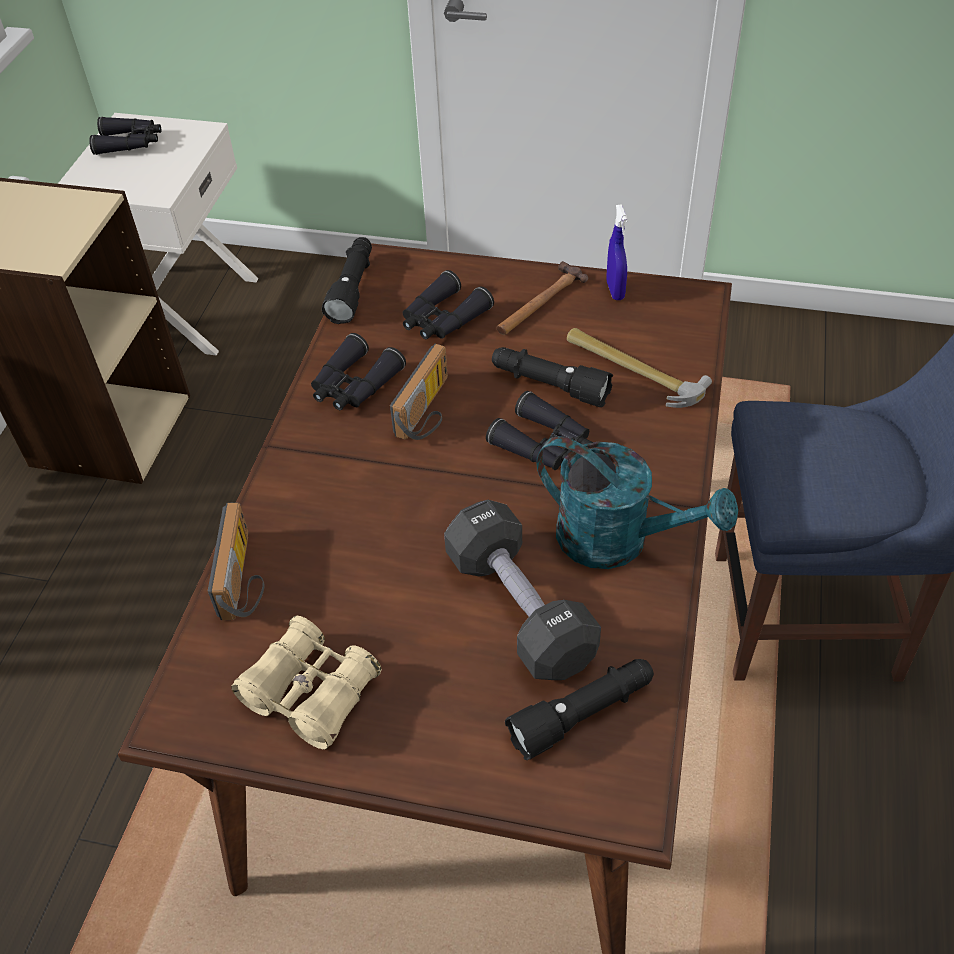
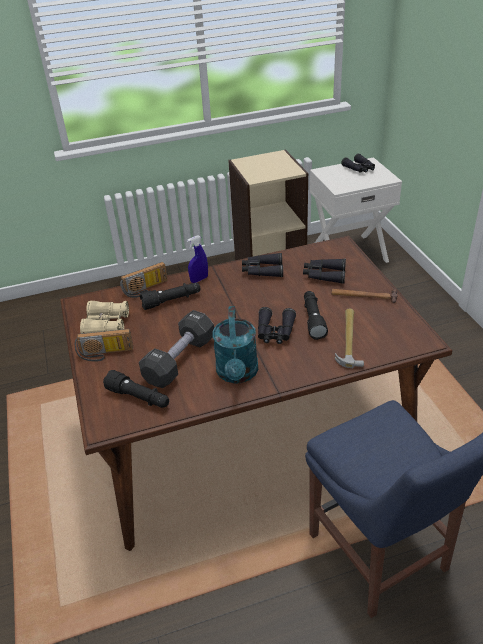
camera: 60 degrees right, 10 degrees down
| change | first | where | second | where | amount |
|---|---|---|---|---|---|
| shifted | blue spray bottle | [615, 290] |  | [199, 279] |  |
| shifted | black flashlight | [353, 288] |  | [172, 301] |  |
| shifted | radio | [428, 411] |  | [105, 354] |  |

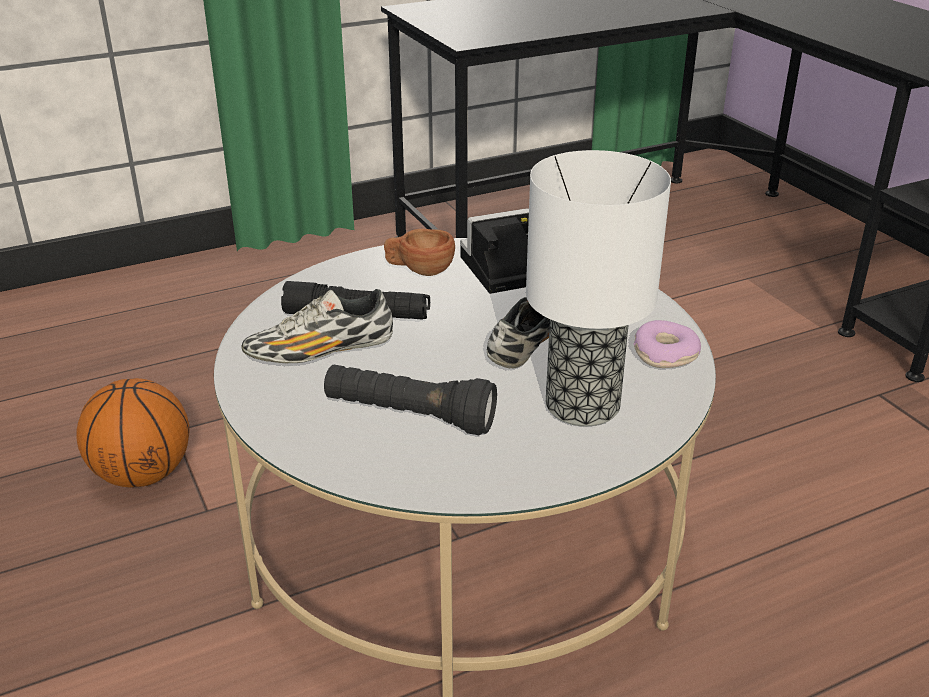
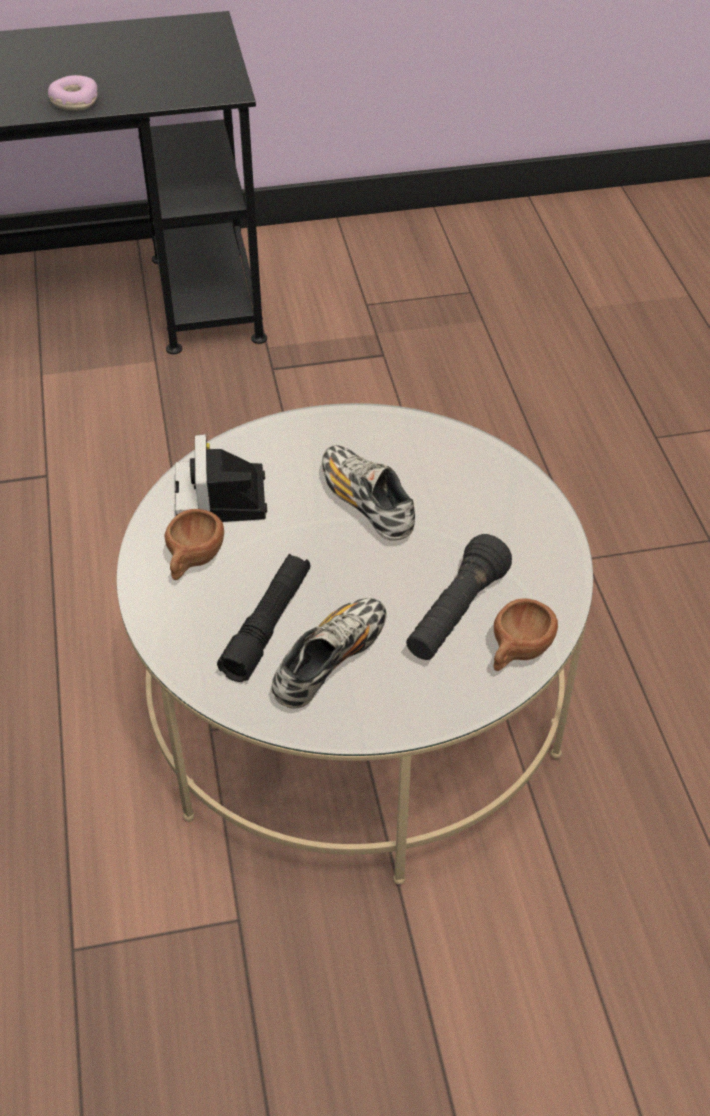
camera: 75 degrees left, 15 degrees up
| change | first | where | second | where | amount |
|---|---|---|---|---|---|
| gone | table lamp | [582, 406] |  |  |  |
| rotated | shoe | [321, 353] |  | [329, 662] | 135 degrees counterclockwise |
| shifted | donut | [665, 354] |  | [74, 101] |  |
| gone | basketball | [143, 474] |  |  |  |
| new |  |  | brown cup | [517, 653] |  |

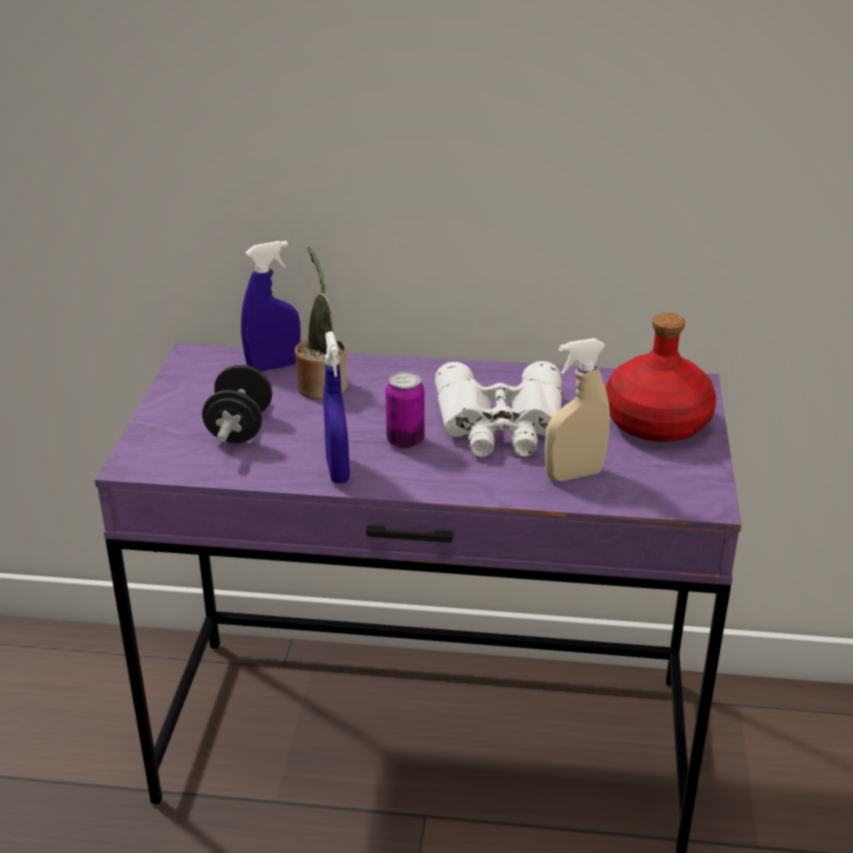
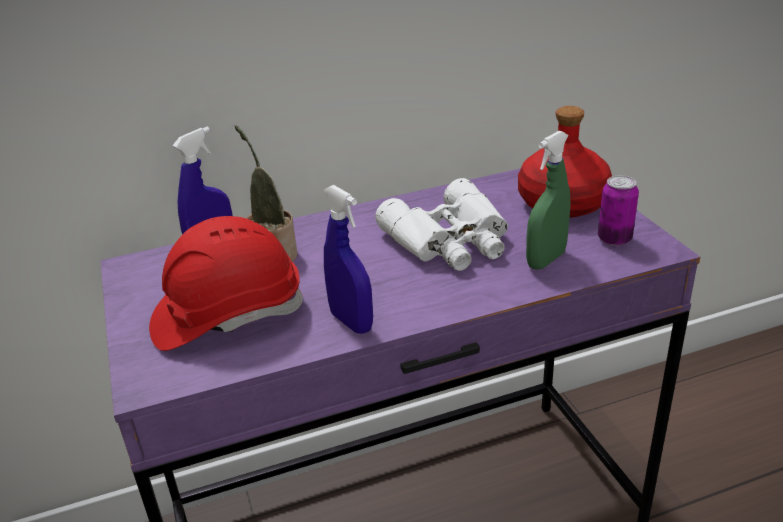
camera: 25 degrees left, 0 degrees up
| change | first | where | second | where | amount |
|---|---|---|---|---|---|
| repainted | beige spray bottle | [574, 474] | green spray bottle | [546, 260] |  |
| swapped | black dumbbell | [240, 428] | red hard hat | [227, 315] |  |
| shifted | can | [405, 441] |  | [614, 239] |  |

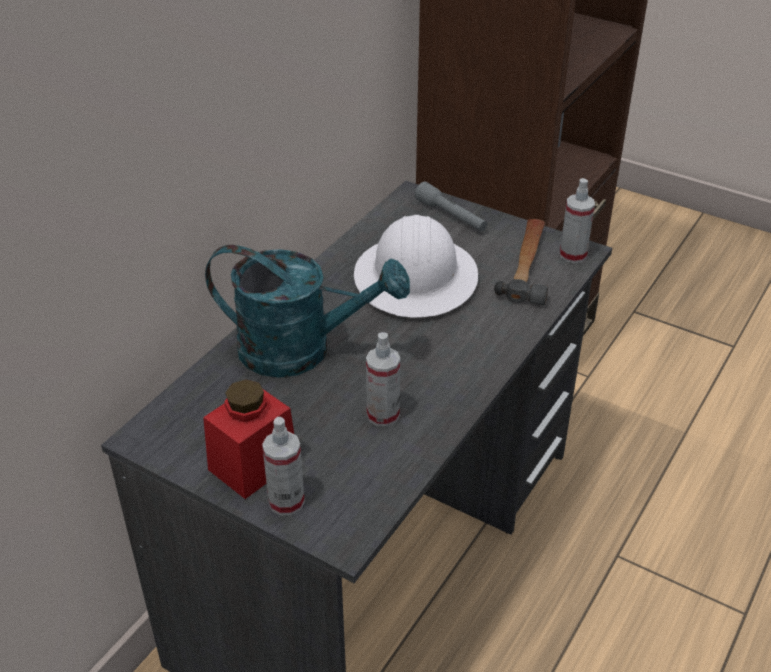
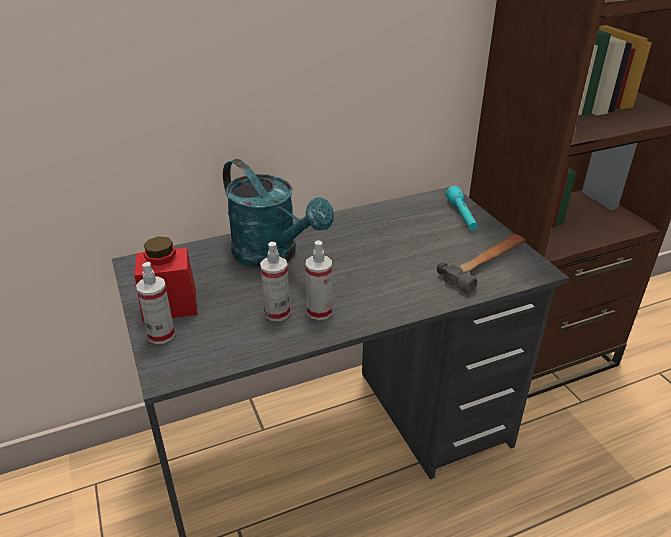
camera: 35 degrees right, 5 degrees down
| change | first | where | second | where | amount |
|---|---|---|---|---|---|
| shifted | spray bottle | [573, 255] |  | [319, 311] |  |
| repainted | grey flashlight | [451, 216] | turquoise flashlight | [461, 216] |  |
| gone | white hard hat | [416, 278] |  |  |  |

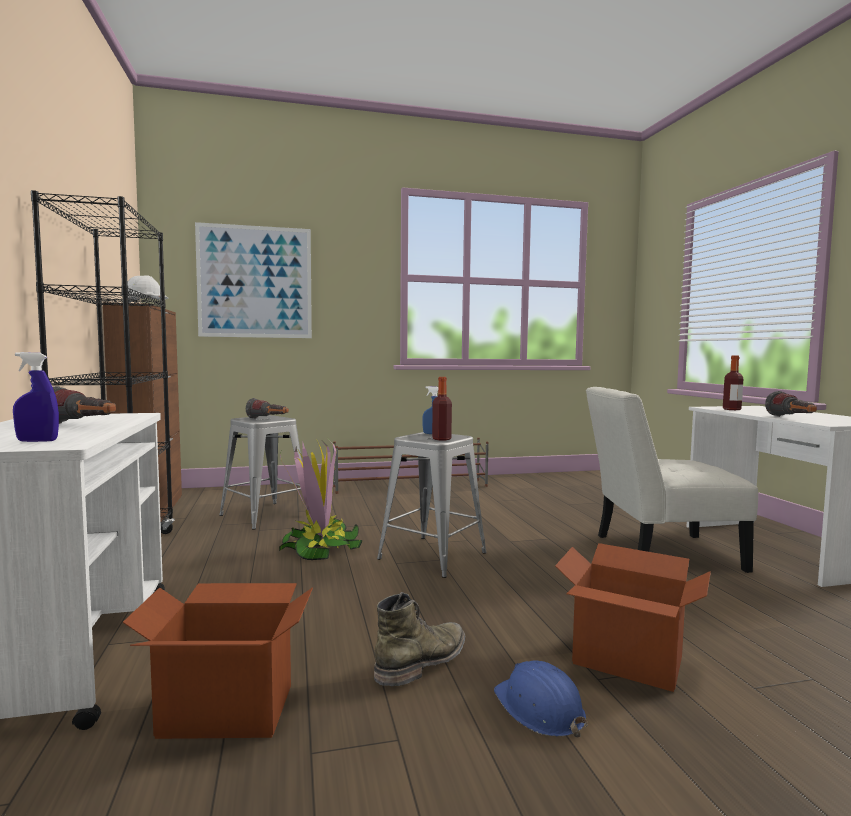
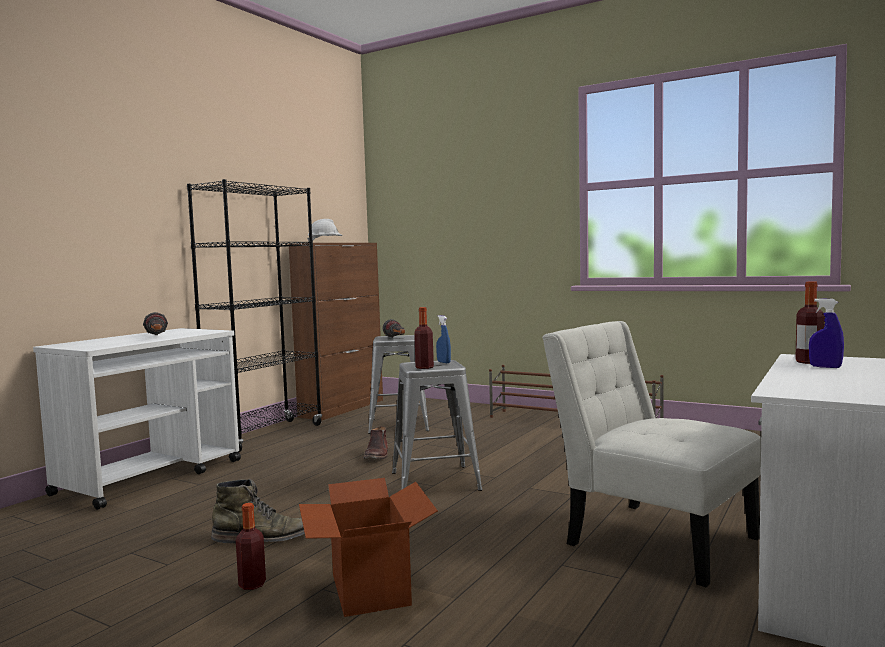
camera: 45 degrees right, 0 degrees up
| change | first | where | second | where | amount |
|---|---|---|---|---|---|
| gone | picture | [255, 282] |  |  |  |
| shifted | blue spray bottle | [37, 441] |  | [825, 367] |  |
| gone | flashlight | [792, 419] |  |  |  |
| swapped | potted plant | [319, 547] | brown boot | [377, 455] |  |
| gone | cardboard box | [227, 710] |  |  |  |
| swapped | blue hard hat | [539, 708] | bottle | [252, 584] |  |

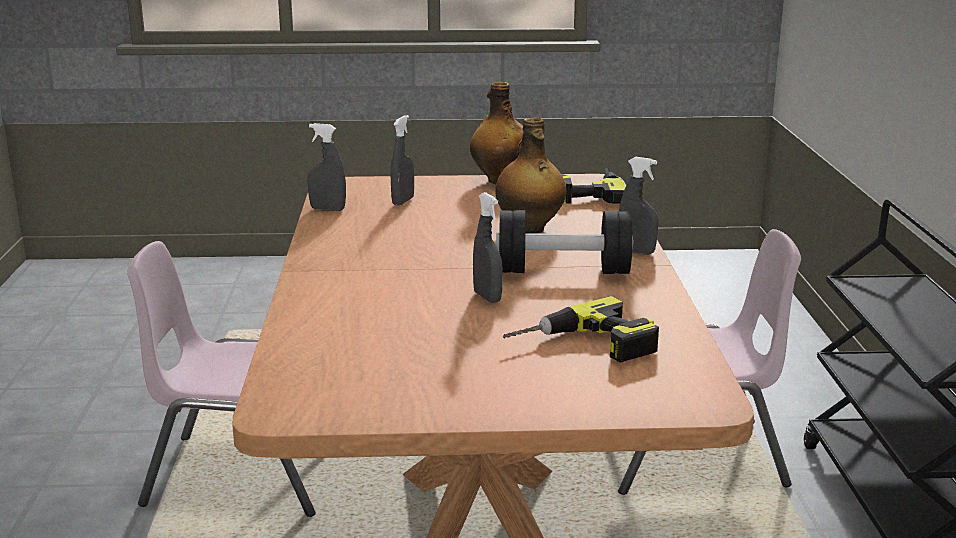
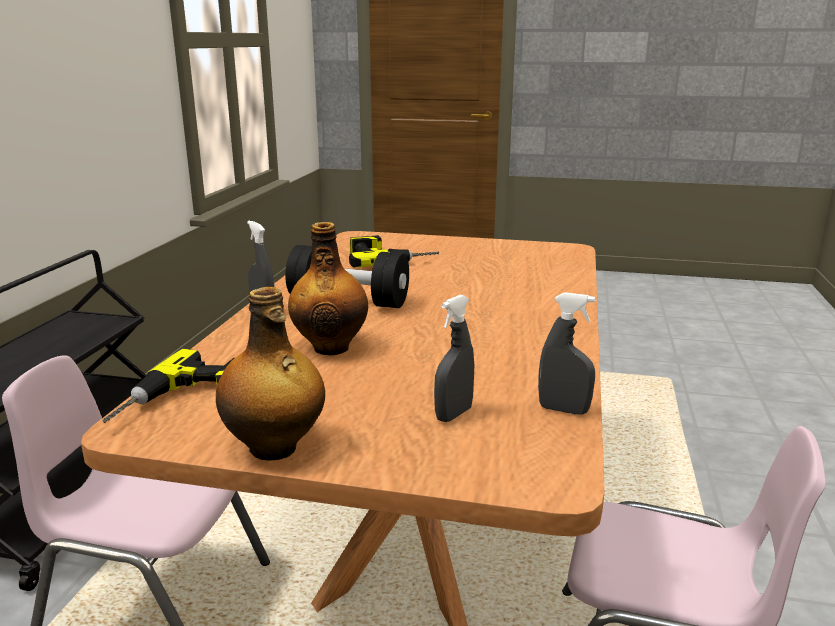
camera: 165 degrees left, 0 degrees up
| change | first | where | second | where | amount |
|---|---|---|---|---|---|
| gone | grey spray bottle | [487, 297] |  |  |  |

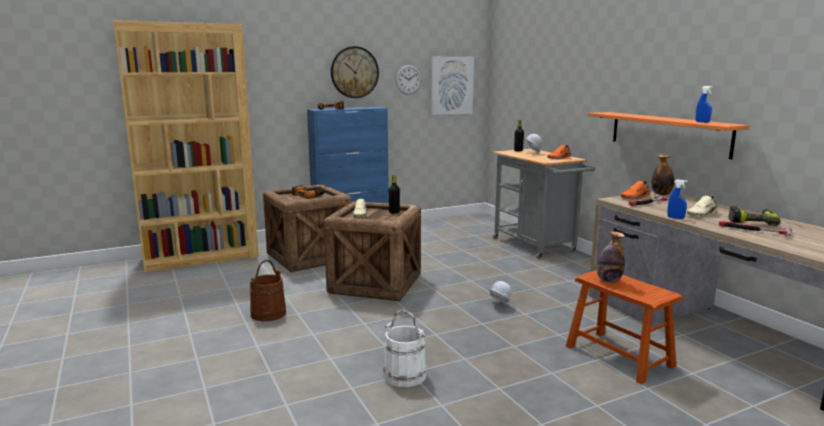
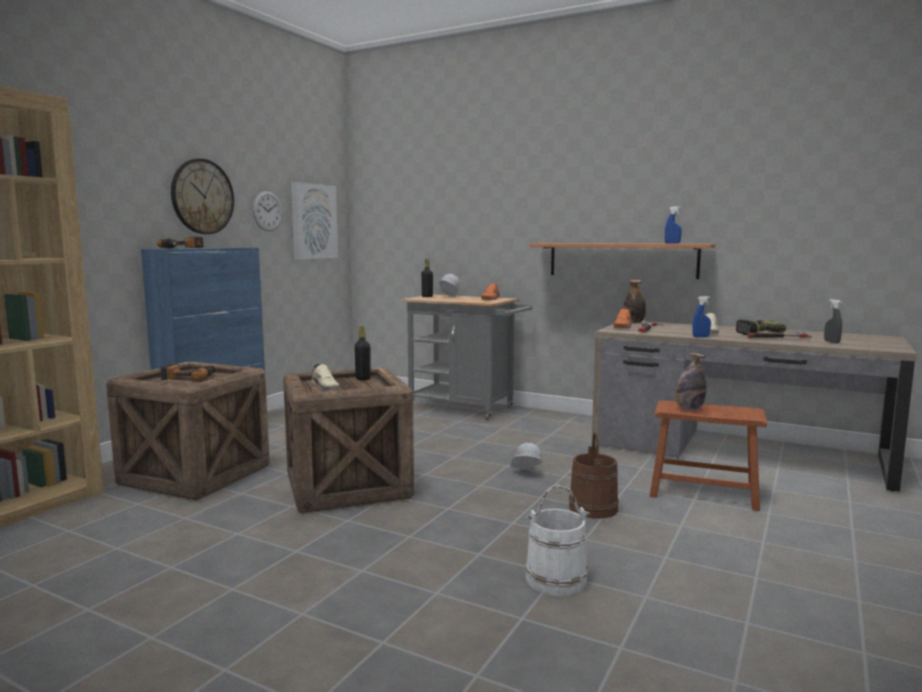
camera: 35 degrees left, 5 degrees down
| change | first | where | second | where | amount |
|---|---|---|---|---|---|
| shifted | brown bucket | [268, 313] |  | [592, 508] |  |
| new |  |  | grey spray bottle | [831, 342] |  |

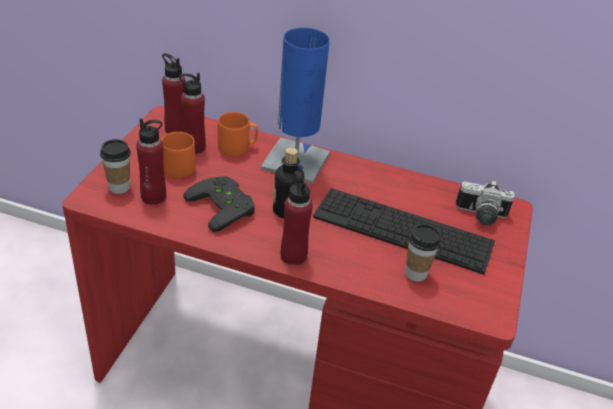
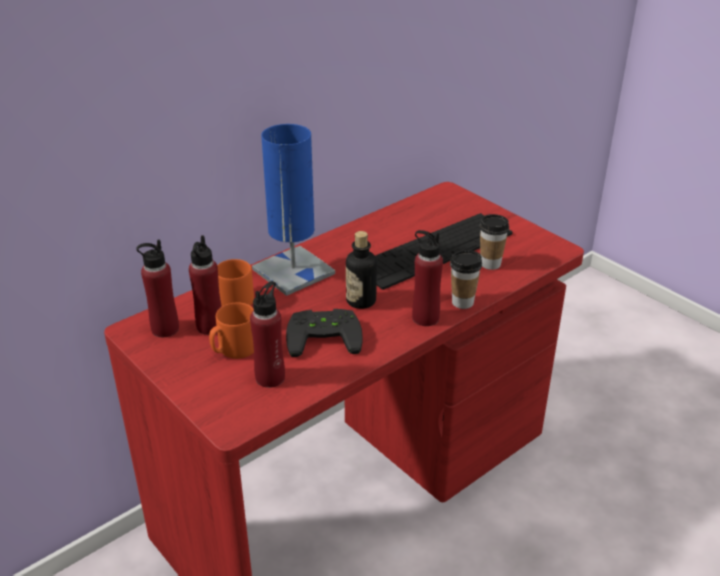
camera: 55 degrees left, 5 degrees down
| change | first | where | second | where | amount |
|---|---|---|---|---|---|
| shifted | cup | [119, 187] |  | [462, 302] |  |
| gone | photo camera | [480, 216] |  |  |  |

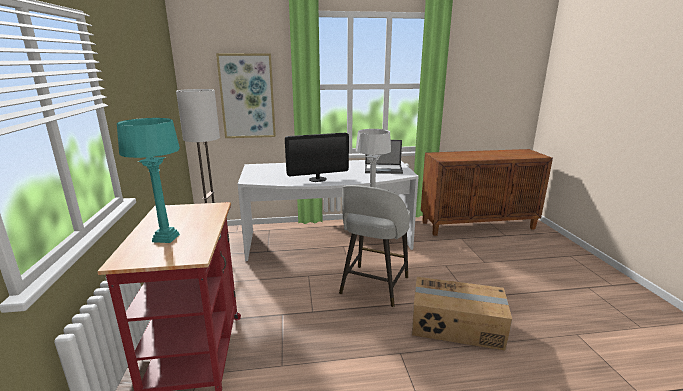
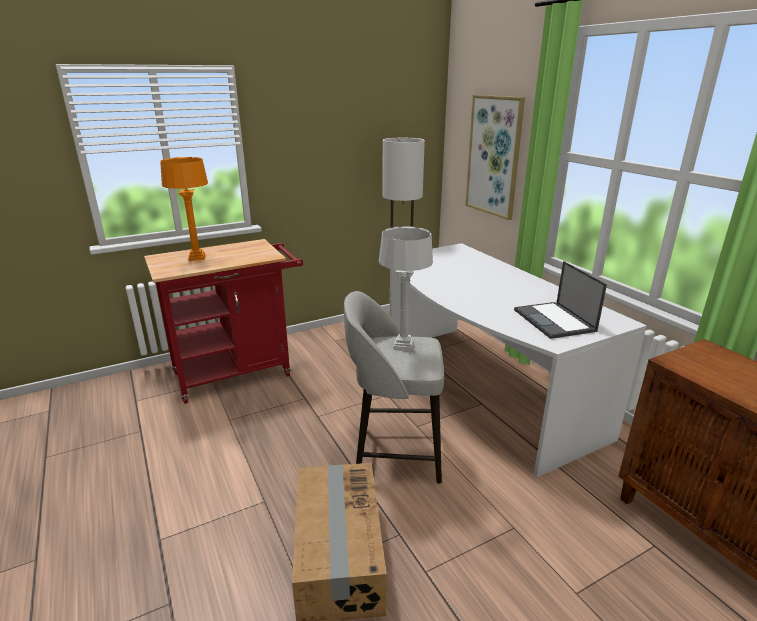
camera: 70 degrees right, 5 degrees up
| change | first | where | second | where | amount |
|---|---|---|---|---|---|
| repainted | turquoise table lamp | [165, 238] | orange table lamp | [197, 257] |  |
| gone | monitor | [317, 179] |  |  |  |

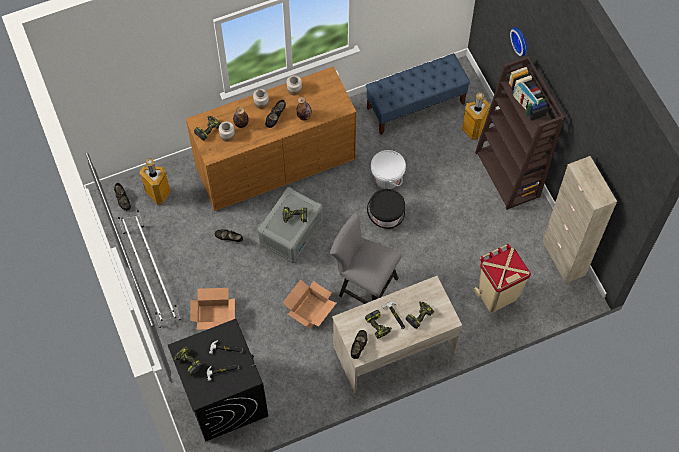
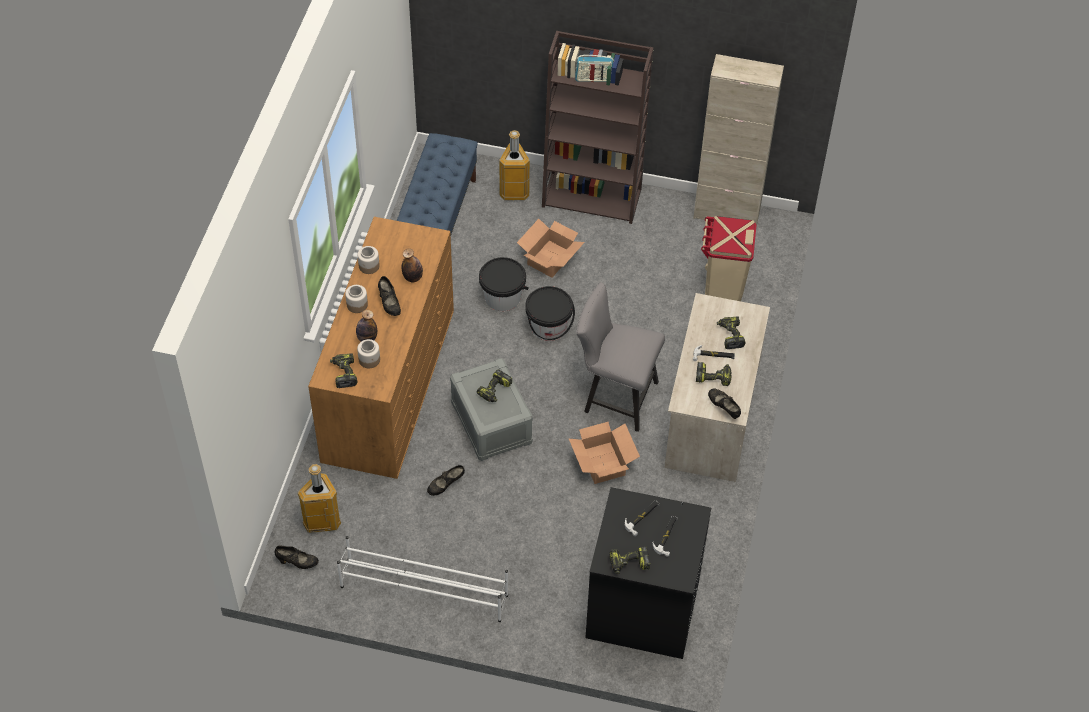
camera: 55 degrees left, 10 degrees down
| change | first | where | second | where | amount |
|---|---|---|---|---|---|
| gone | wall clock | [521, 40] |  |  |  |
| repainted | white bucket | [387, 177] | black bucket | [502, 297] |  |
| rotated | grey chair | [364, 286] |  | [615, 396] | 45 degrees clockwise |
| shifted | cardboard box | [214, 317] |  | [551, 259] |  |

